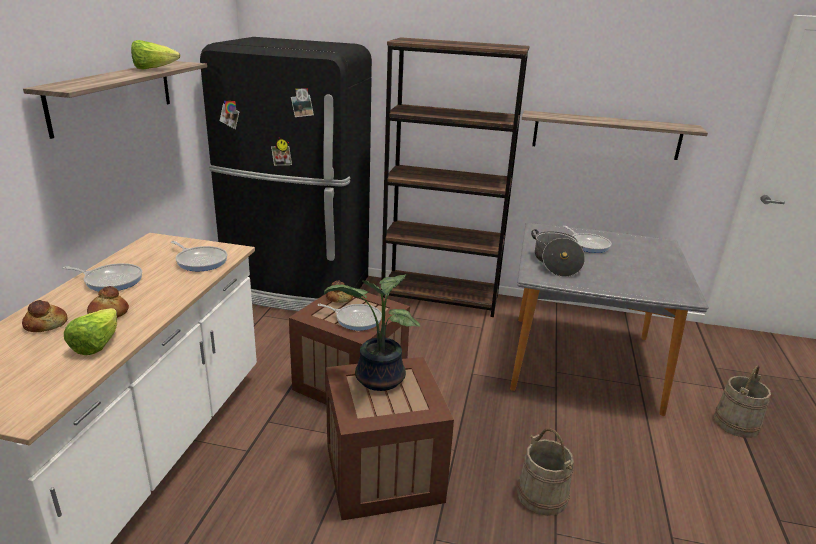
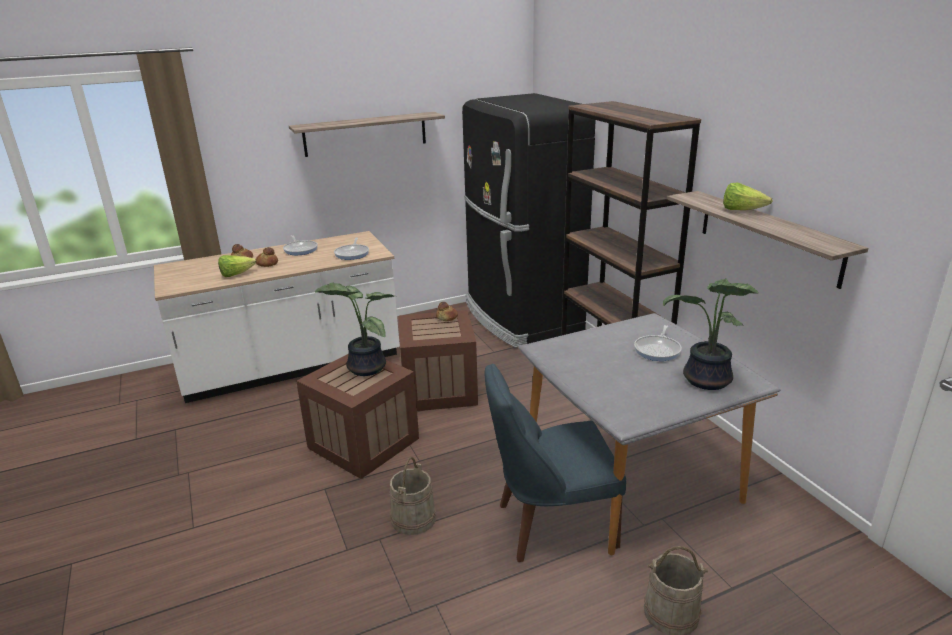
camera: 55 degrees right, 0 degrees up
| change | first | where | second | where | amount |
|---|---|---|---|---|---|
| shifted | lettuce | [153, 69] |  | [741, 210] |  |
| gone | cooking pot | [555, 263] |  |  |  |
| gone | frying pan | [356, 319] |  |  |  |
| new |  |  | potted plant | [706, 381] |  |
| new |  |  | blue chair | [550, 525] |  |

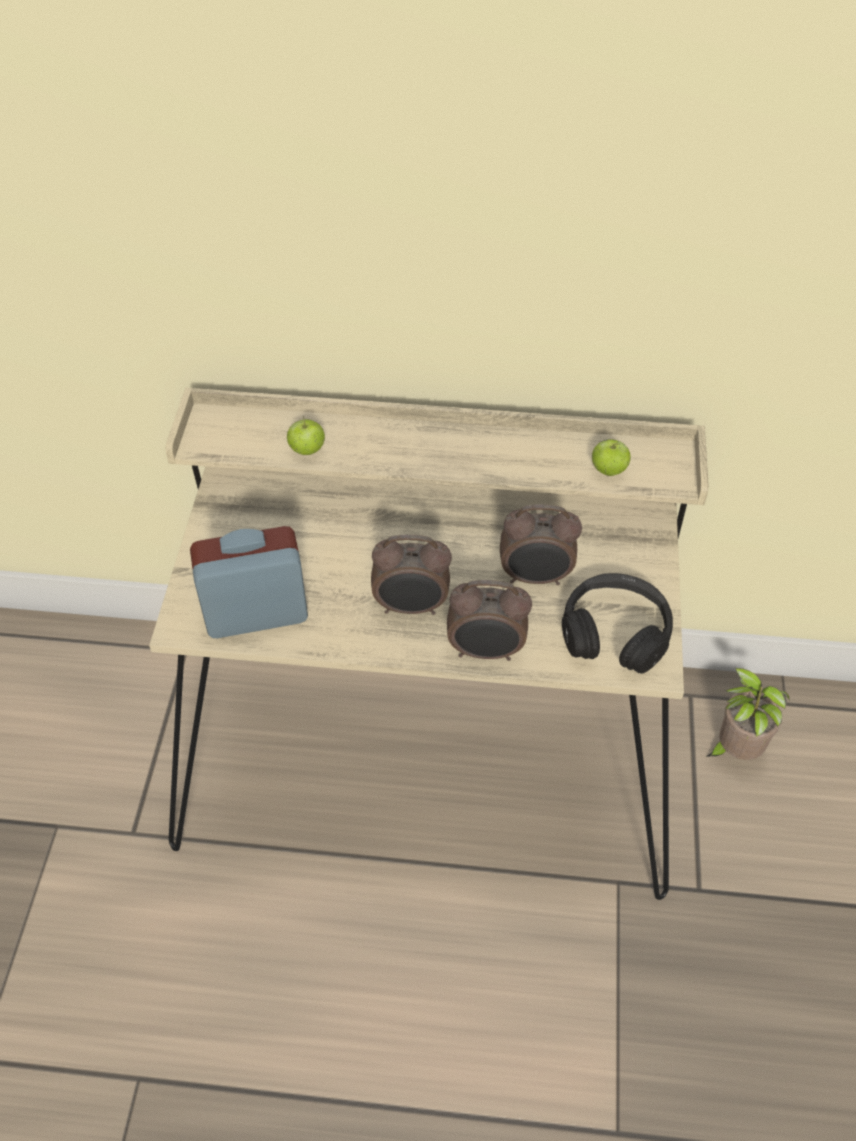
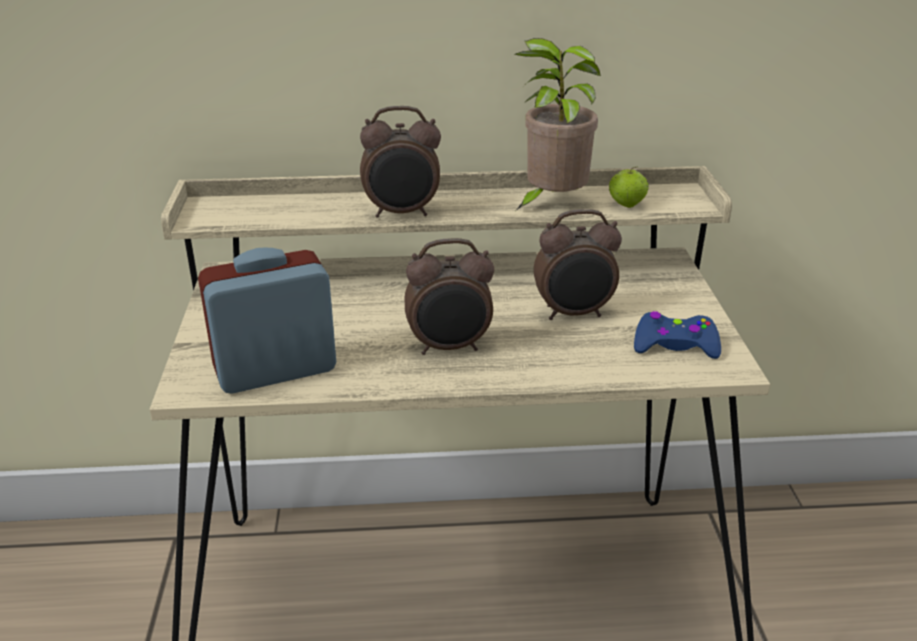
camera: 10 degrees left, 20 degrees down
| change | first | where | second | where | amount |
|---|---|---|---|---|---|
| gone | apple | [307, 450] |  |  |  |
| swapped | black headphones | [615, 632] | blue game controller | [675, 345] |  |
| shifted | alarm clock | [486, 651] |  | [402, 213] |  |
| shifted | potted plant | [734, 750] |  | [551, 204] |  |

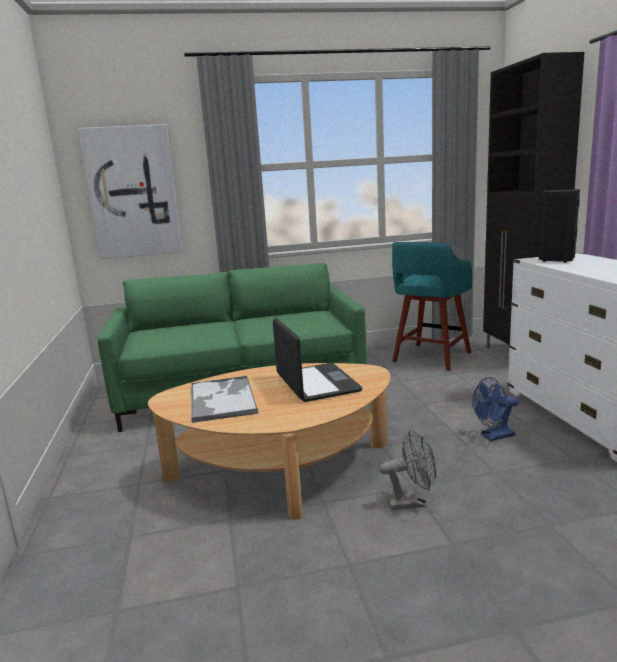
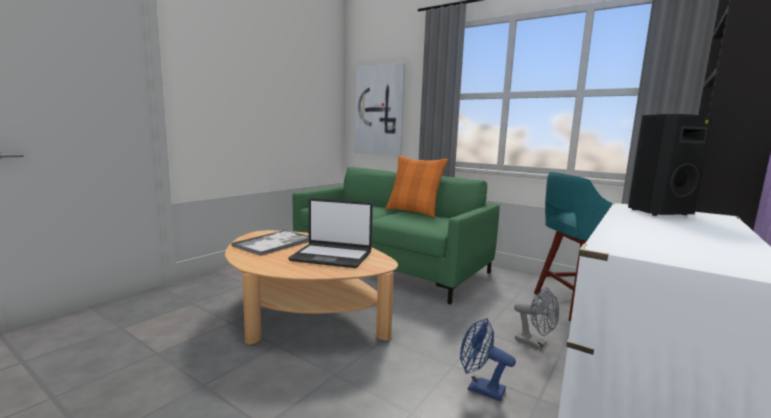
camera: 45 degrees right, 5 degrees down
| change | first | where | second | where | amount |
|---|---|---|---|---|---|
| rotated | laptop | [316, 384] |  | [331, 256] | 75 degrees clockwise |
| shifted | grey fan | [411, 502] |  | [535, 343] |  |
| new |  |  | orange pillow | [413, 212] |  |

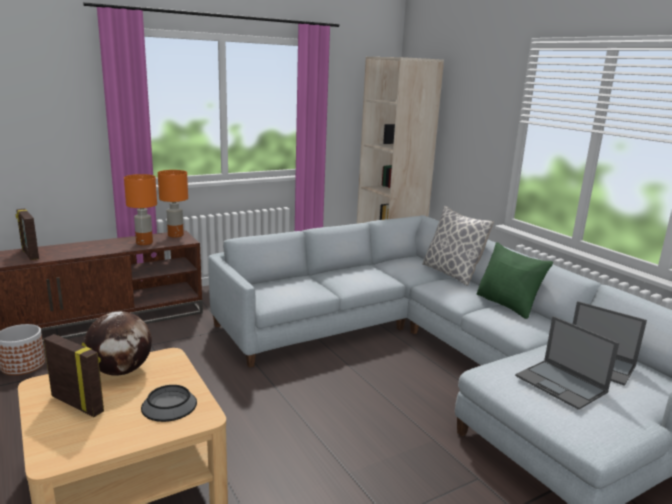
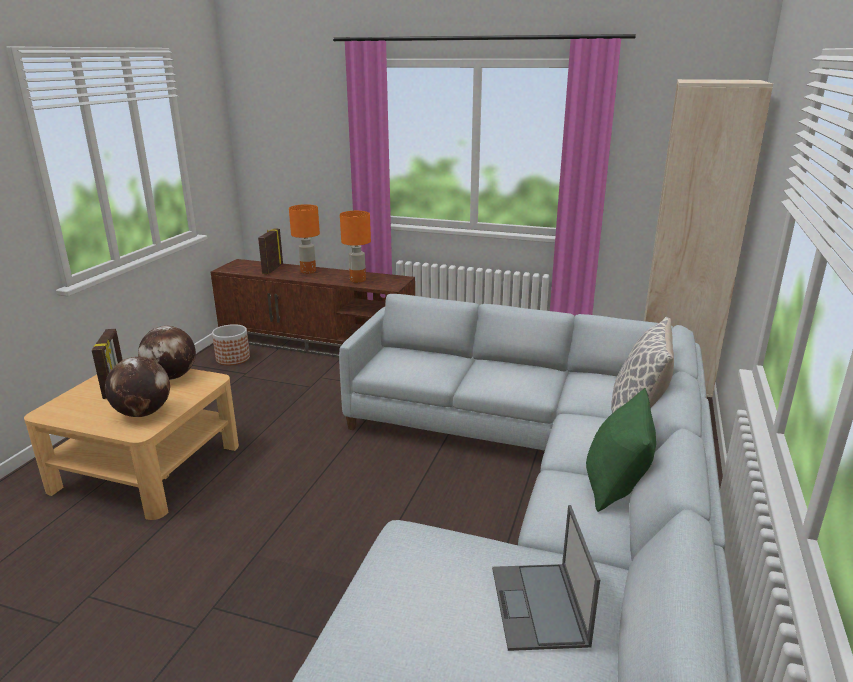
camera: 50 degrees right, 5 degrees up
| change | first | where | second | where | amount |
|---|---|---|---|---|---|
| shifted | orange table lamp | [175, 235] |  | [307, 271] |  |
| gone | laptop | [561, 384] |  |  |  |
| swapped | bowl | [169, 405] | globe | [143, 413] |  |

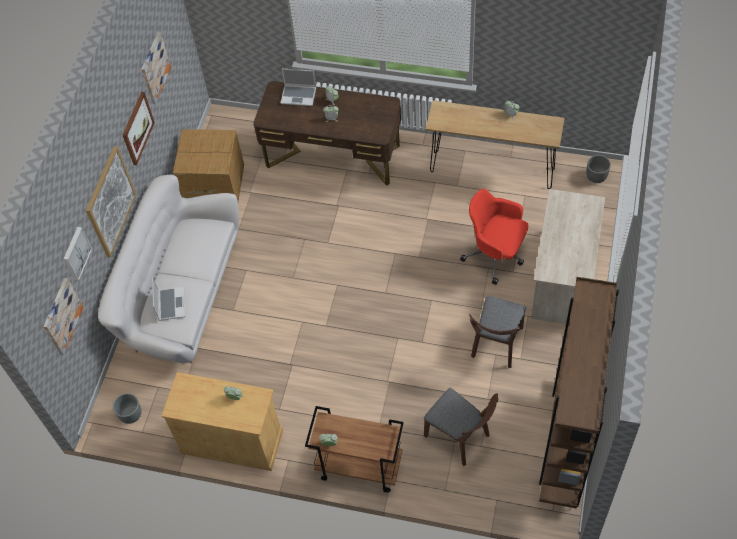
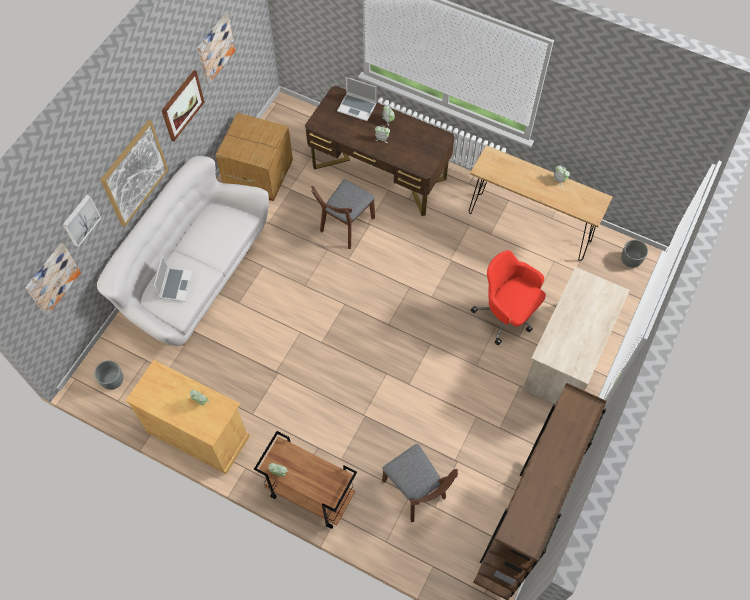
camera: 10 degrees right, 5 degrees up
| change | first | where | second | where | amount |
|---|---|---|---|---|---|
| shifted | brown chair | [496, 346] |  | [345, 227] |  |

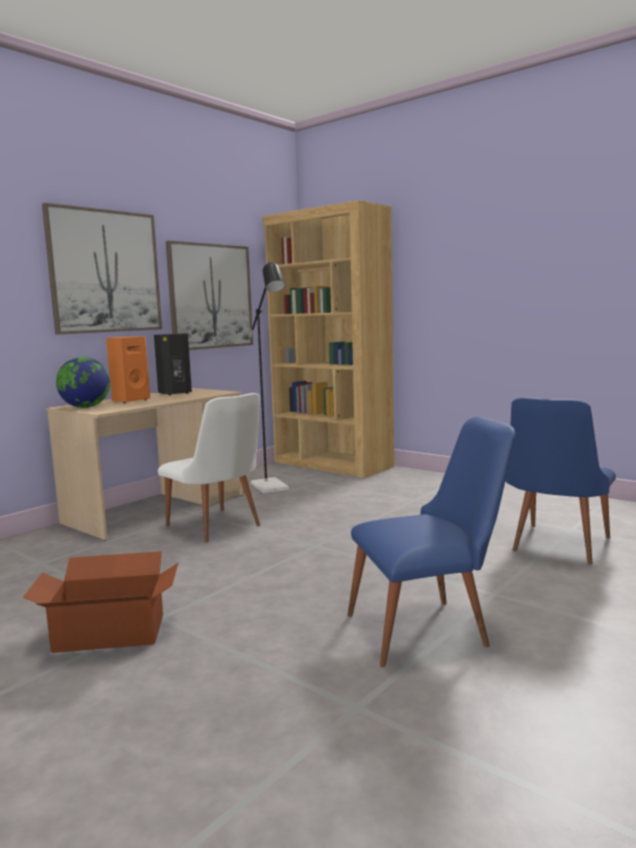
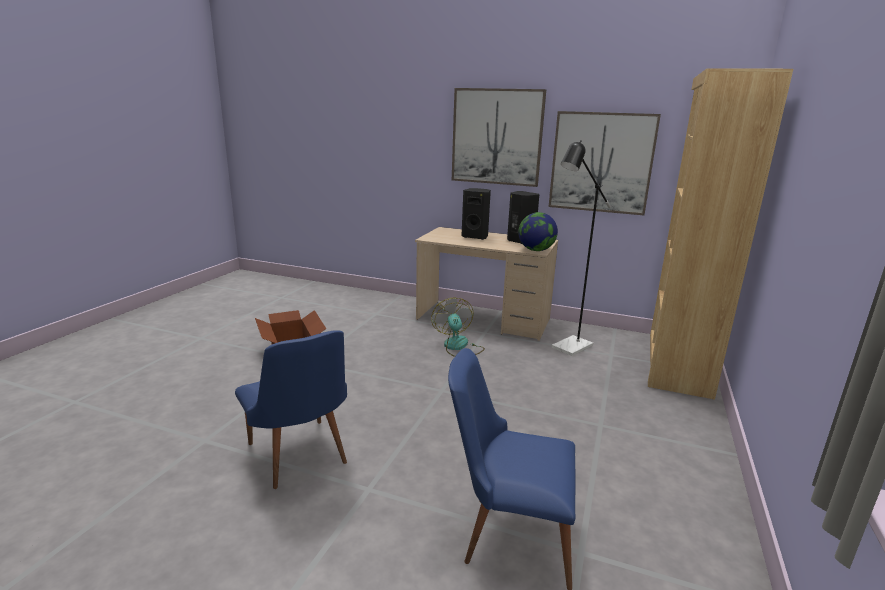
camera: 70 degrees right, 10 degrees up
| change | first | where | second | where | amount |
|---|---|---|---|---|---|
| repainted | orange speaker | [130, 401] | black speaker | [475, 237] |  |
| shifted | globe | [85, 407] |  | [536, 250] |  |
| swapped | white chair | [218, 528] | fan | [458, 347] |  |

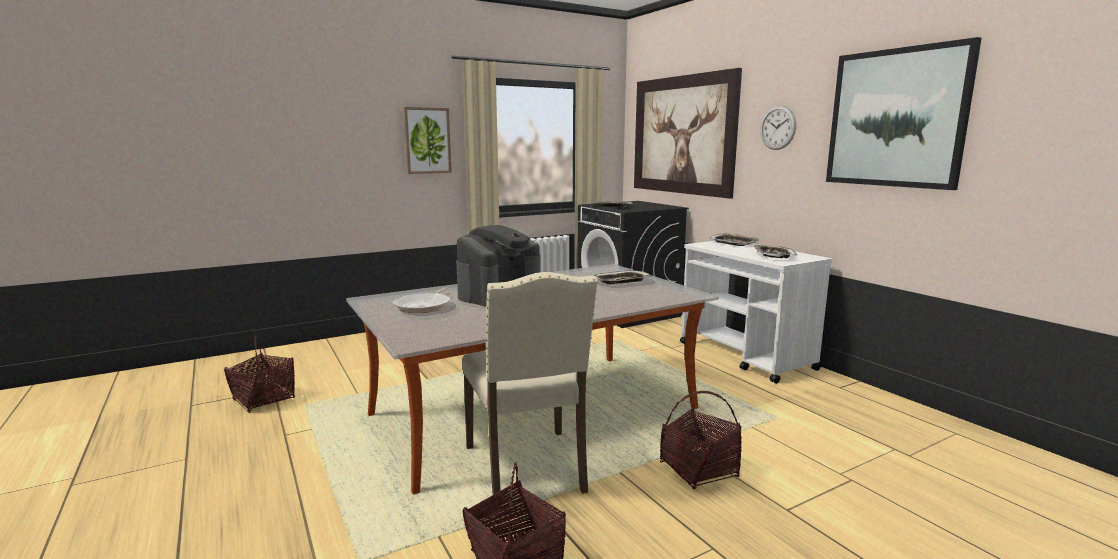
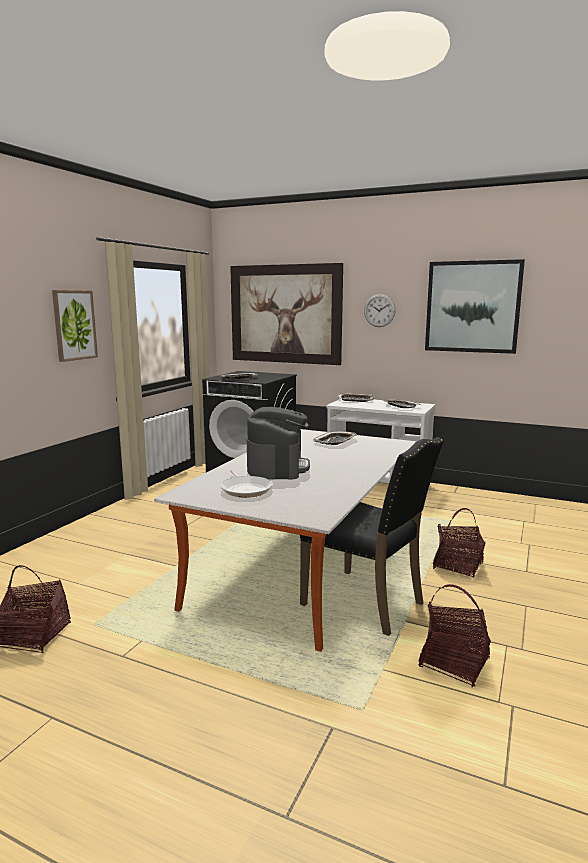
camera: 35 degrees left, 0 degrees up
| change | first | where | second | where | amount |
|---|---|---|---|---|---|
| repainted | beige chair | [528, 469] | black chair | [366, 603] |  |

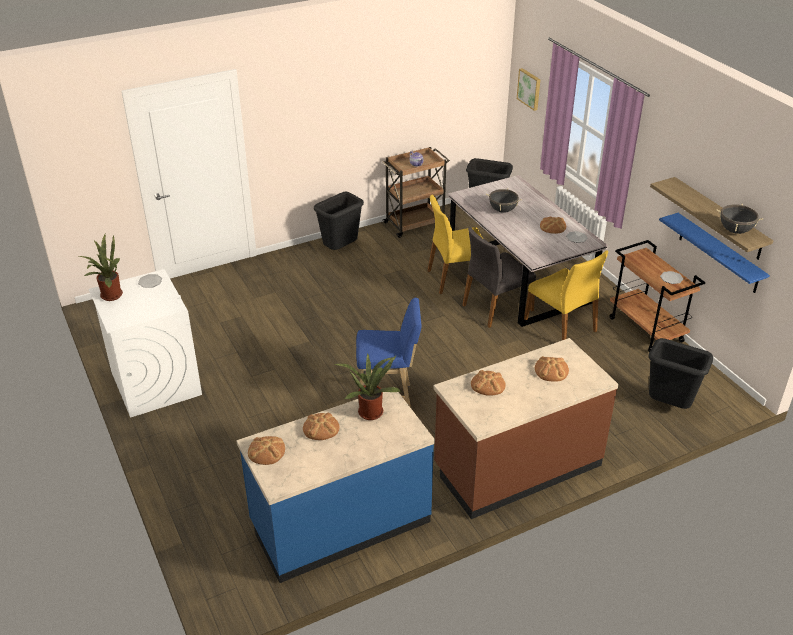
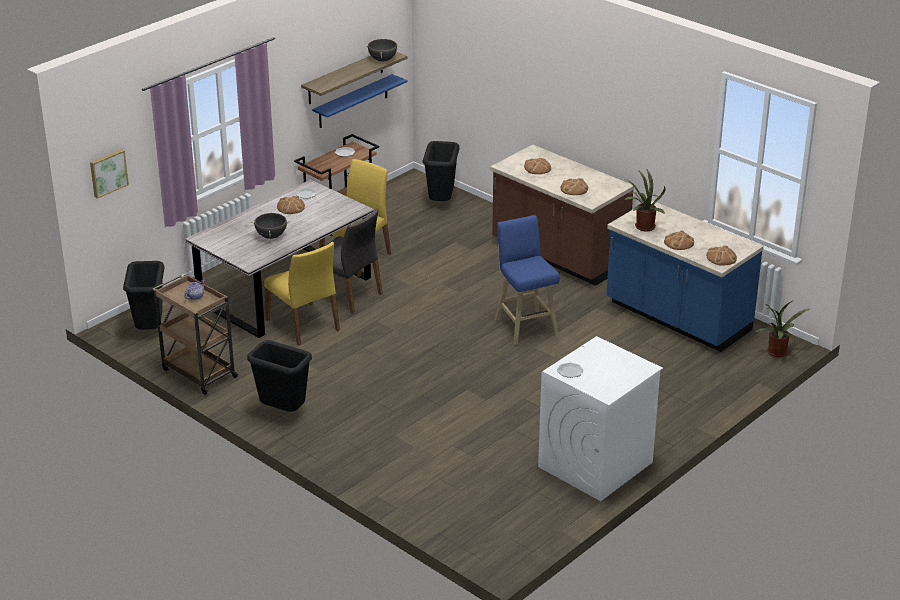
camera: 110 degrees left, 5 degrees down
| change | first | where | second | where | amount |
|---|---|---|---|---|---|
| shifted | potted plant | [109, 295] |  | [777, 353] |  |

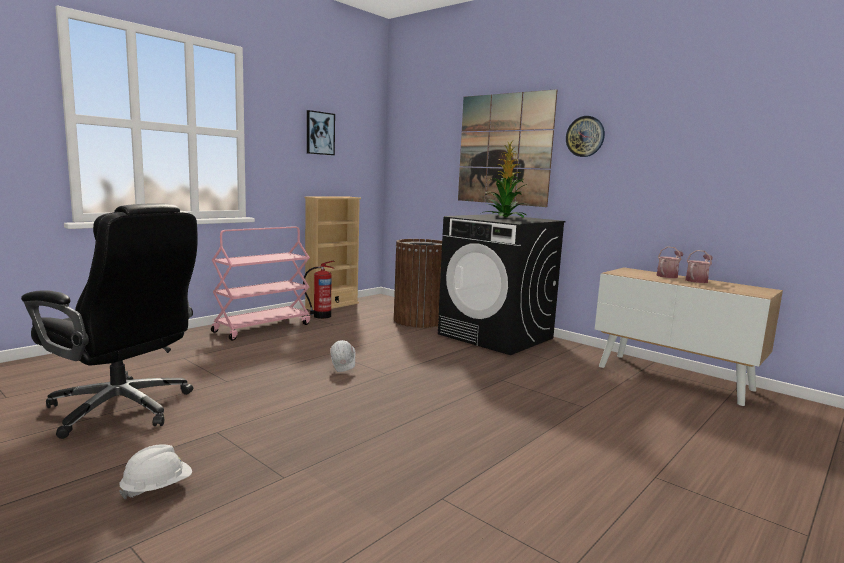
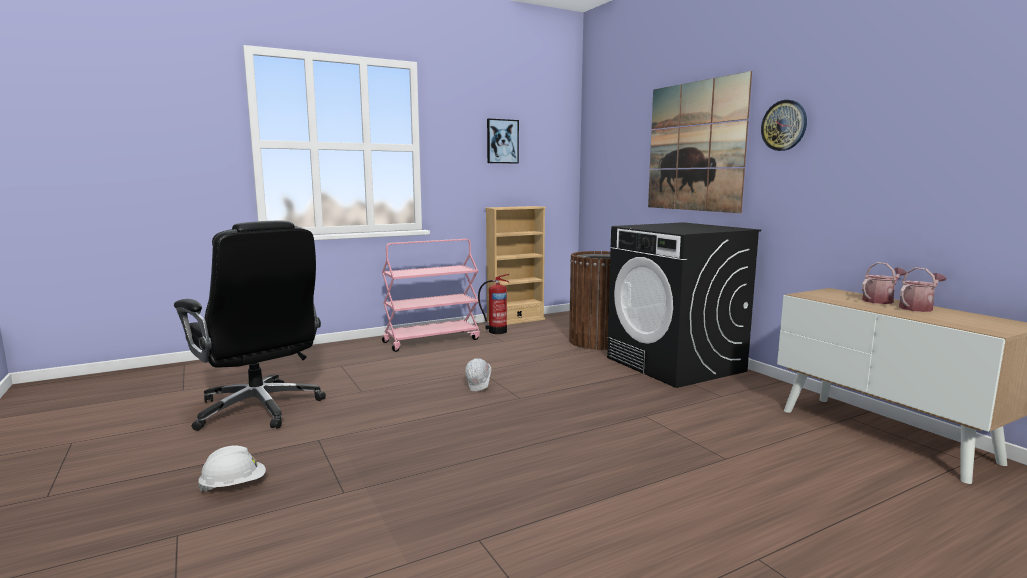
camera: 20 degrees right, 0 degrees up
| change | first | where | second | where | amount |
|---|---|---|---|---|---|
| gone | potted plant | [504, 217] |  |  |  |

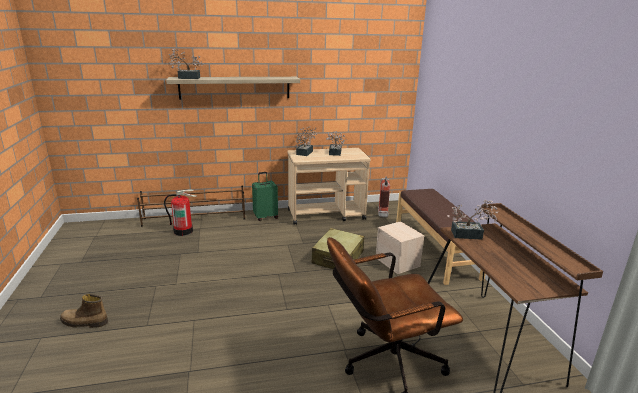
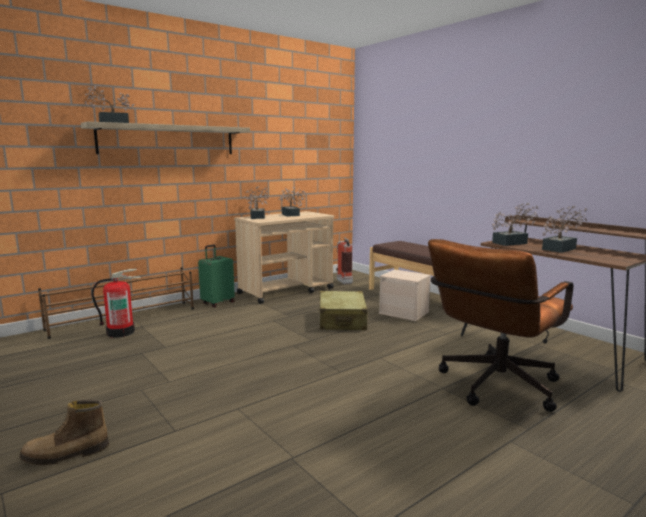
camera: 25 degrees left, 10 degrees down
| change | first | where | second | where | amount |
|---|---|---|---|---|---|
| new |  |  | potted plant | [561, 248] |  |

